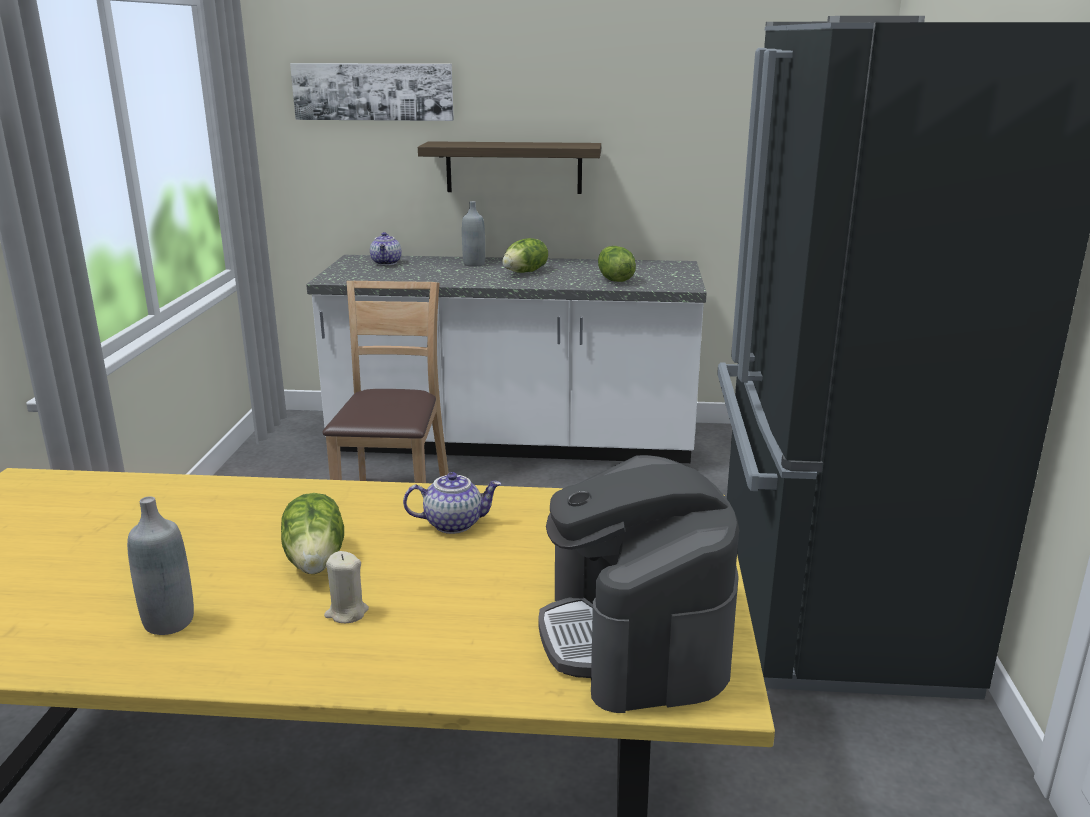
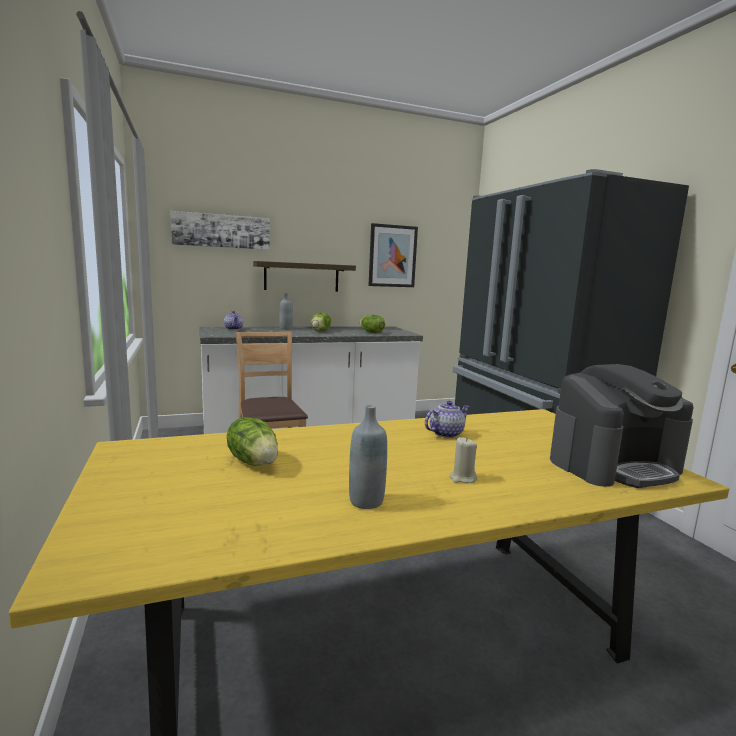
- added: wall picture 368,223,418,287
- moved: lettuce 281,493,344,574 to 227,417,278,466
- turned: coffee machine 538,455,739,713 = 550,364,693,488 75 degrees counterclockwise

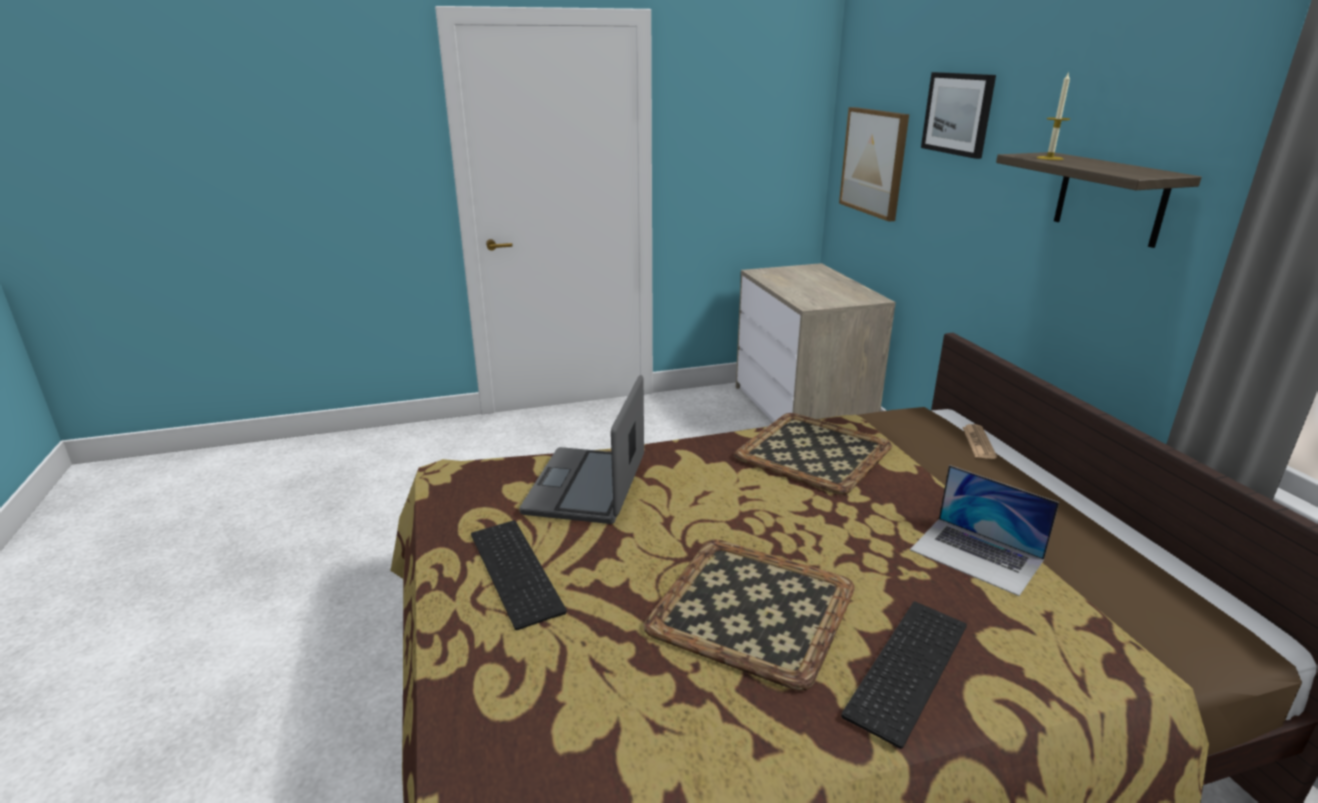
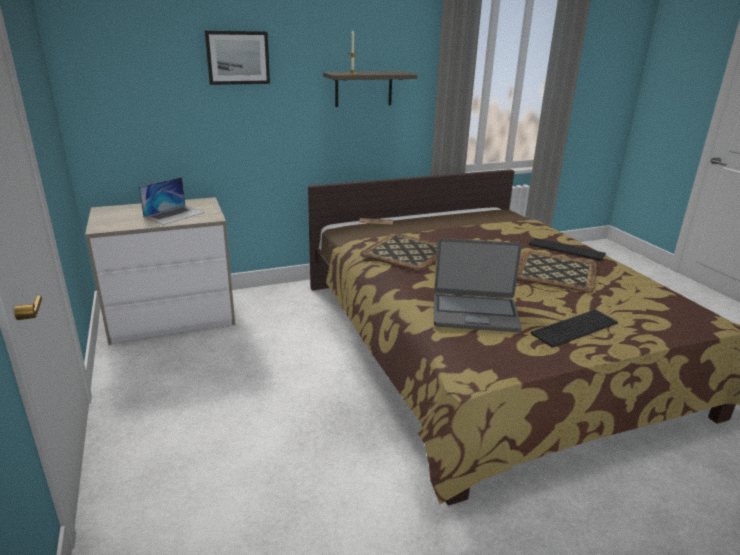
- removed: wall picture 839,107,909,222
- moved: portable computer 910,465,1059,596 to 139,177,205,225

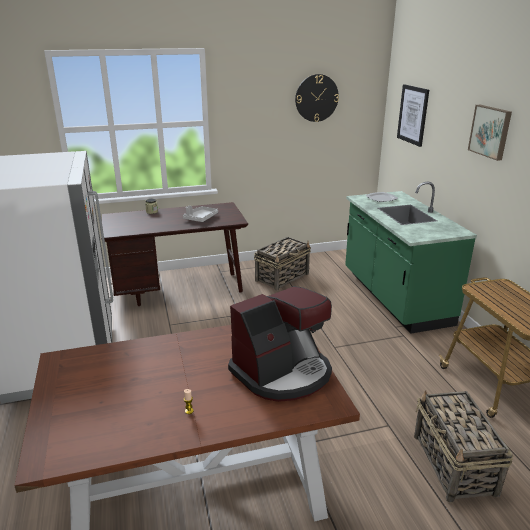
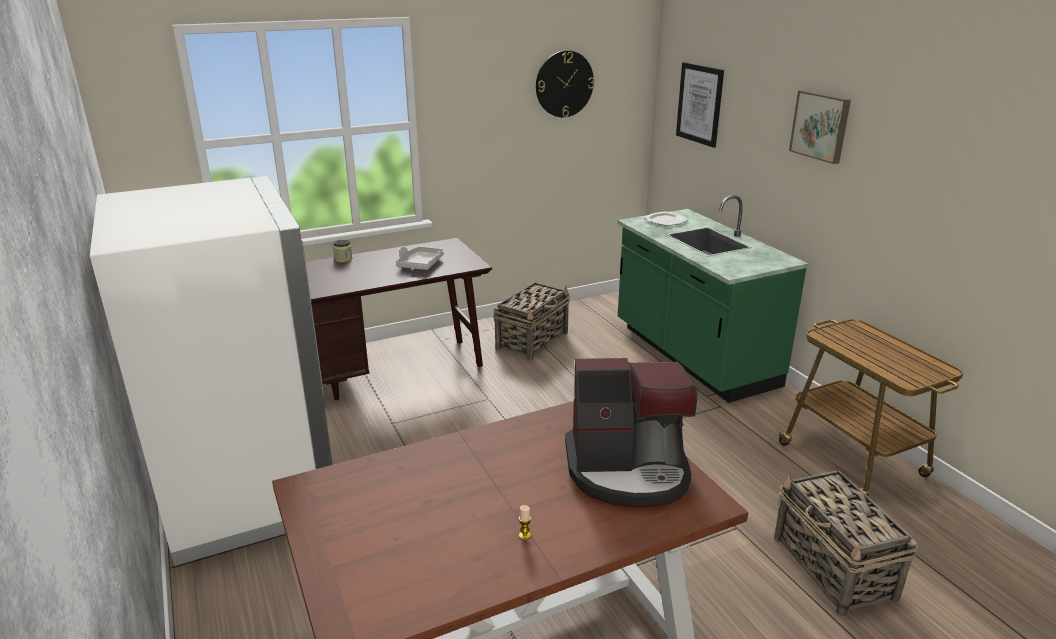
- turned: coffee machine 228,286,332,402 = 565,358,697,508 45 degrees clockwise

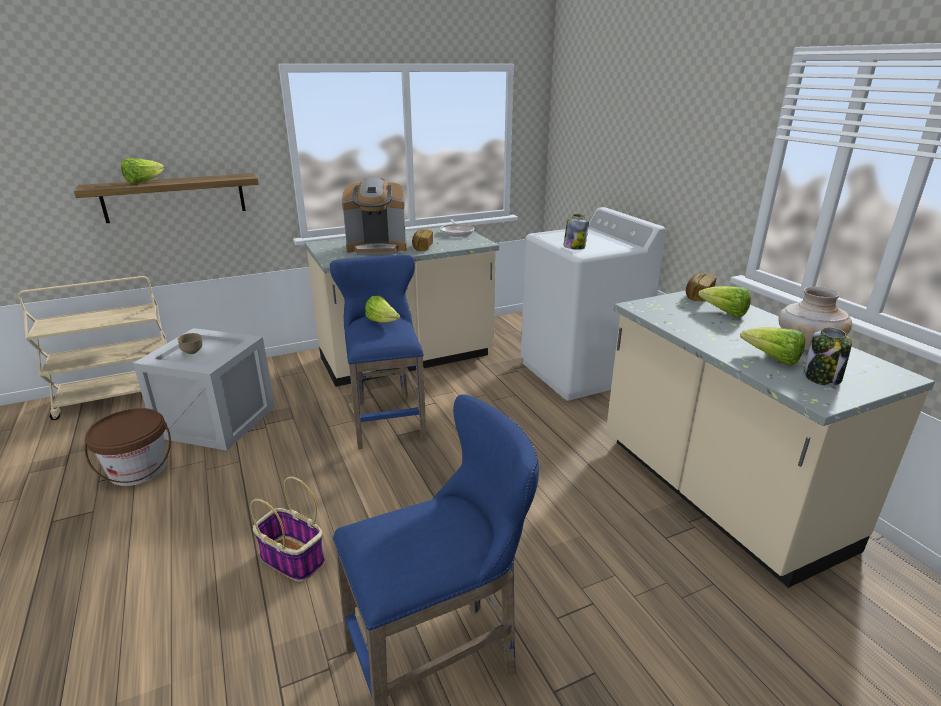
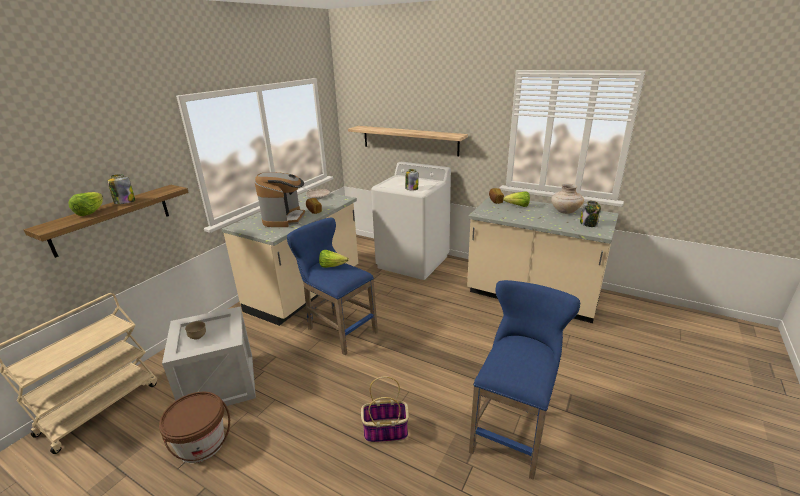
- removed: lettuce 740,327,805,366
- added: preserve jar 108,174,135,204
- added: wall shelf 348,126,468,156
- turned: coffee machine 342,178,407,255 = 255,172,305,227 45 degrees counterclockwise

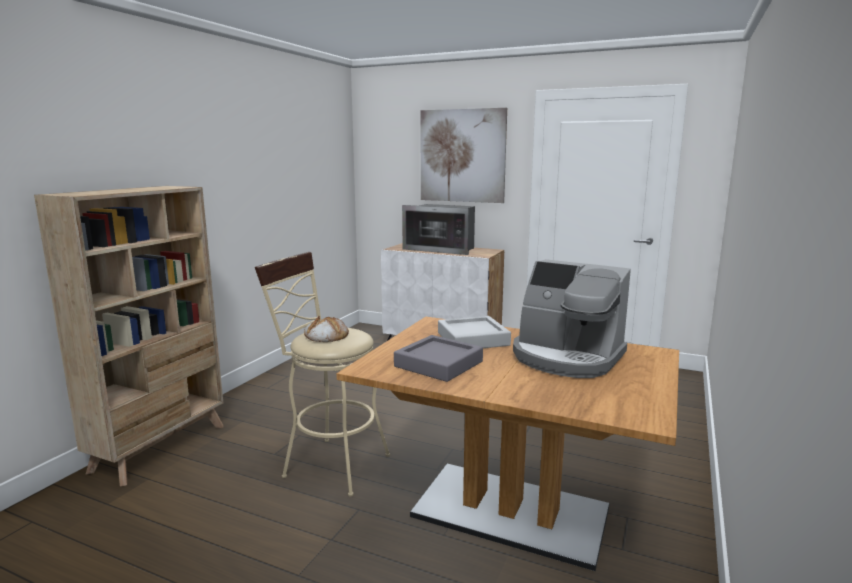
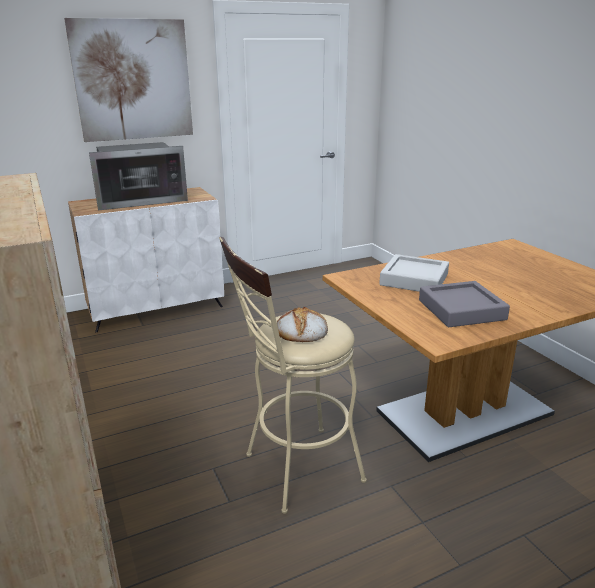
- removed: coffee machine 513,259,631,378

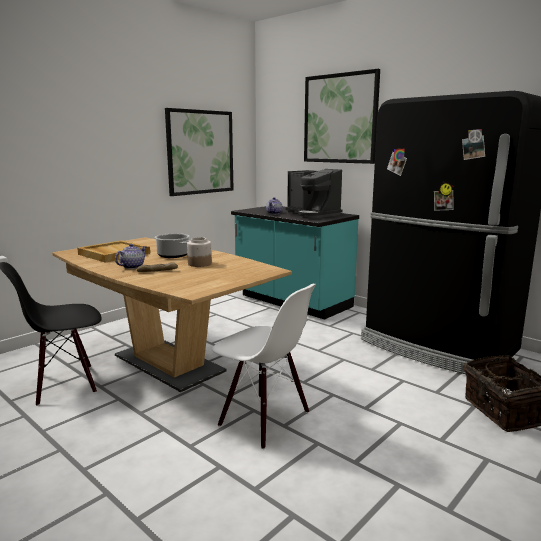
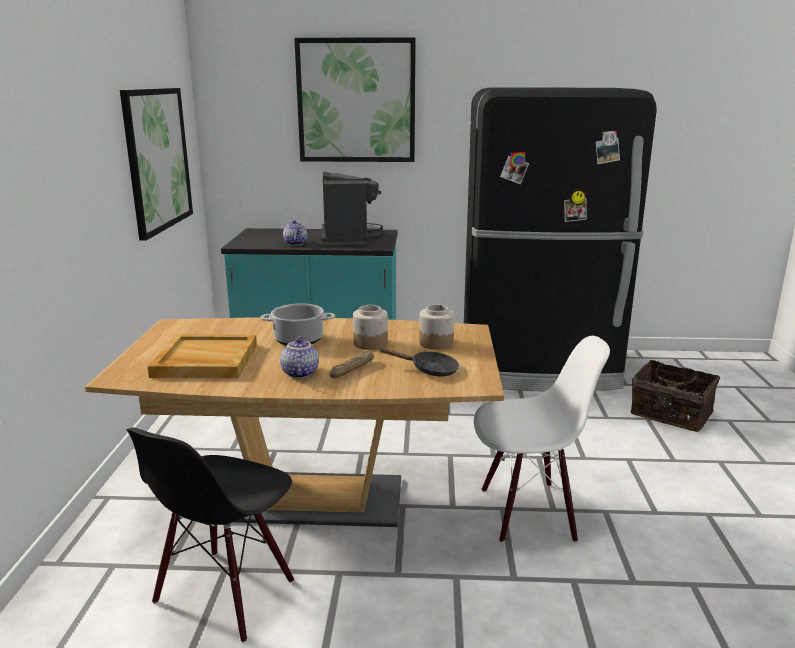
- added: pan/blackish 379,348,459,377
- added: preserve jar 419,305,454,350
- turned: coffee machine 286,169,343,218 = 321,171,383,245 105 degrees counterclockwise

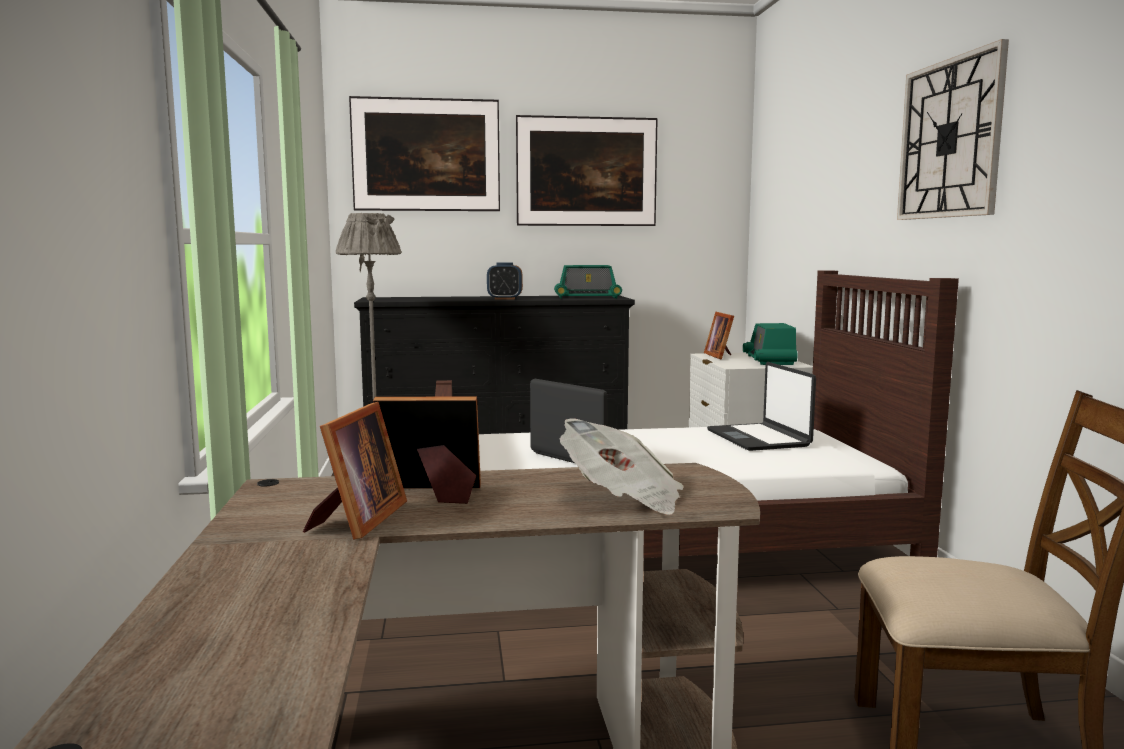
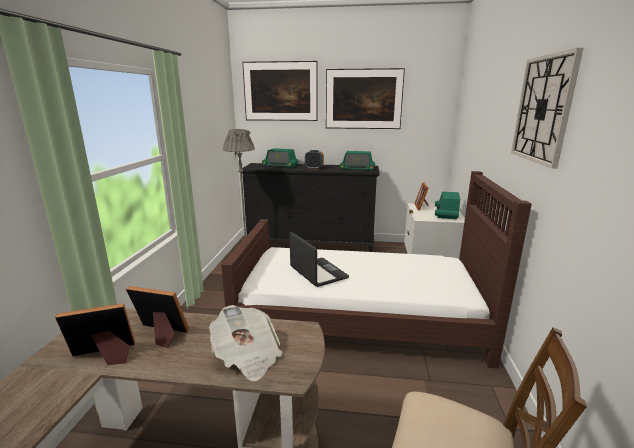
- removed: portable computer 707,362,816,451
- added: radio 262,148,299,168
- turned: picture frame 303,402,407,539 = 55,303,135,365 135 degrees counterclockwise

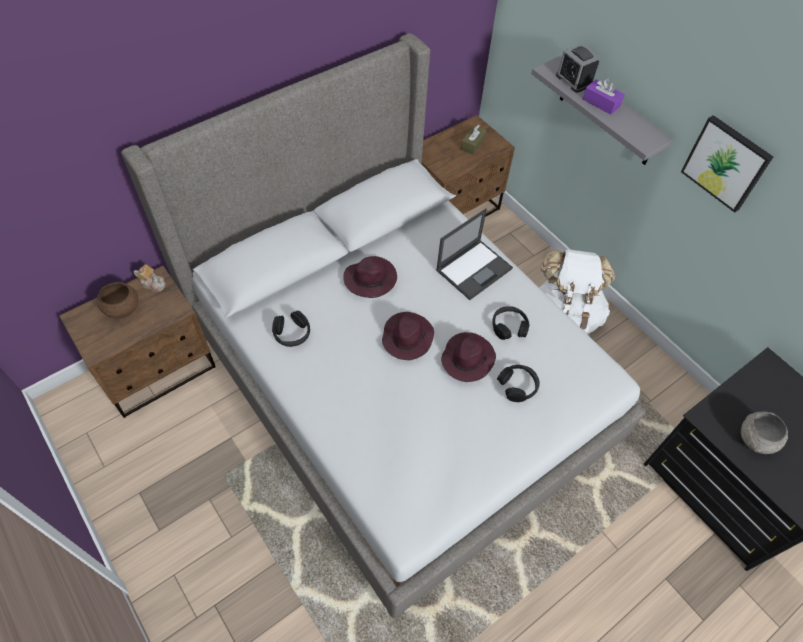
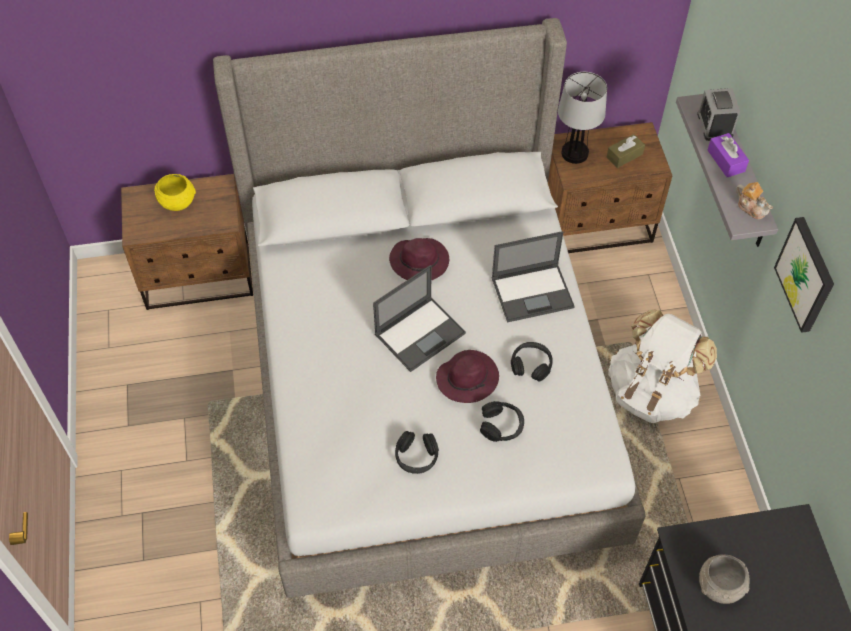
- added: tabletop lamp 558,72,607,164
- moved: teapot 134,264,166,292 to 736,182,773,219
- moved: headphones/blackish 272,311,310,347 to 395,431,439,474
- replaced: wearable hat/purple-coloured 382,312,434,360 to portable computer 373,265,466,372
- recoloured: bowl/brownish 96,282,138,318 to bowl/yellow 154,174,196,211

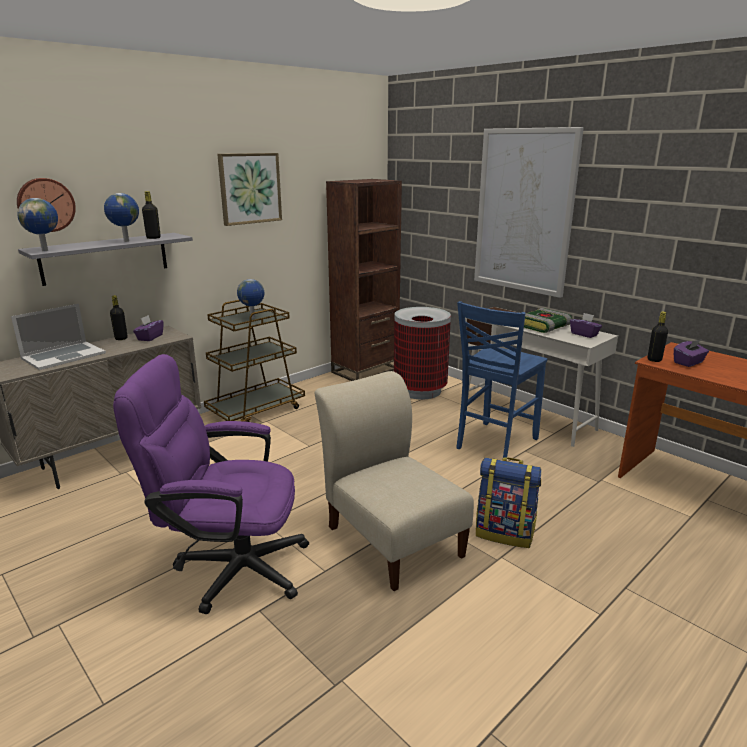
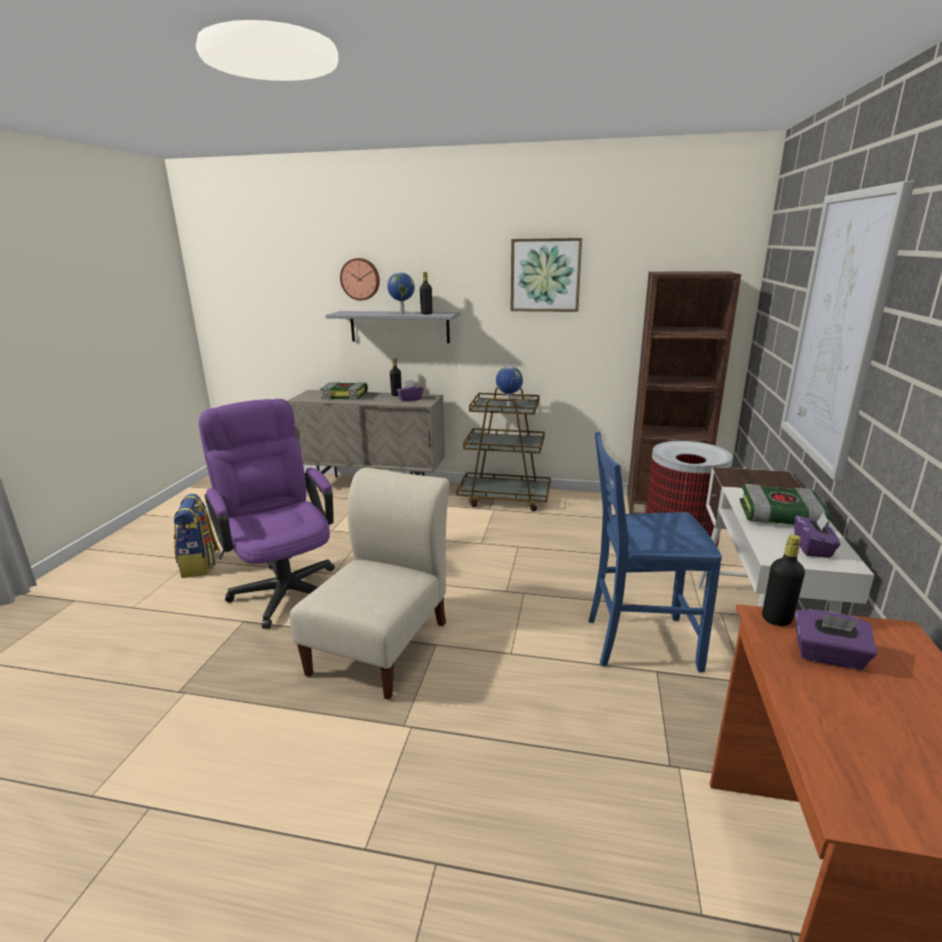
- removed: desk globe 17,198,58,251
- moved: backpack 476,457,541,548 to 174,494,220,578
- replaced: portable computer 11,304,106,370 to book 320,382,368,400

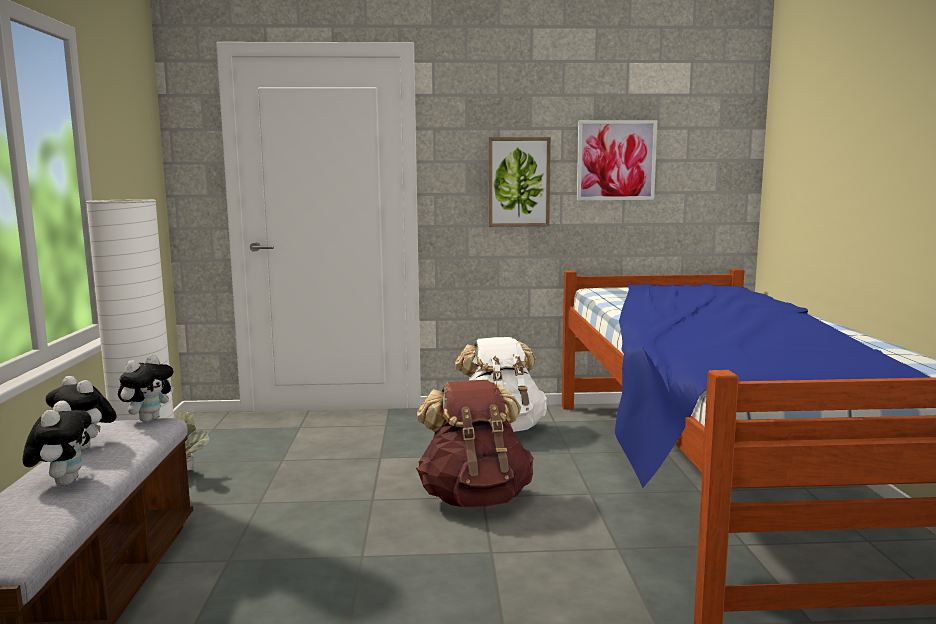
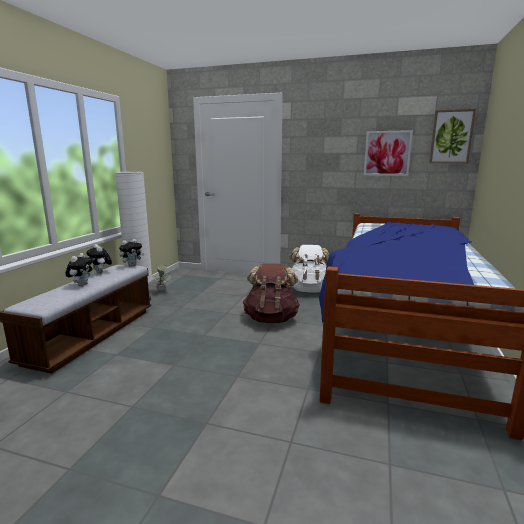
- moved: wall picture 488,137,551,227 to 429,109,476,163

